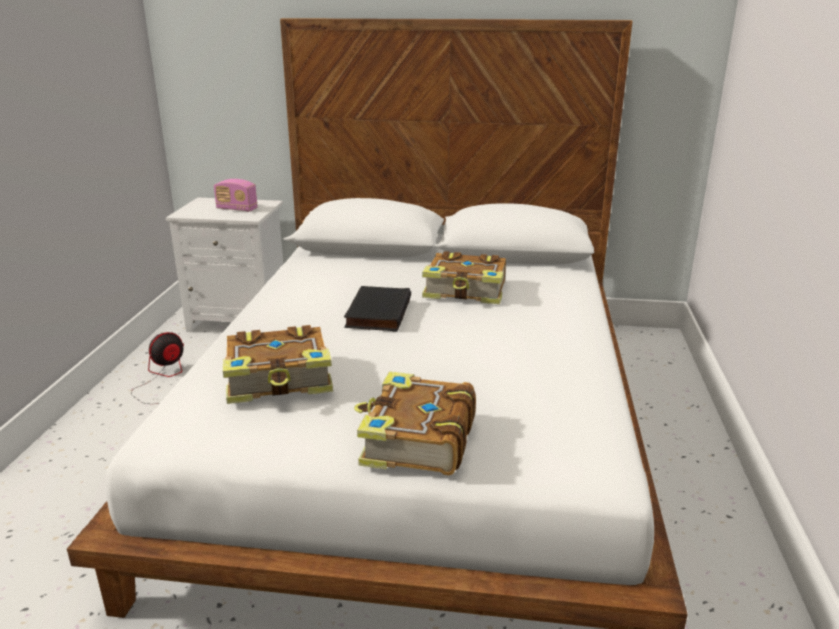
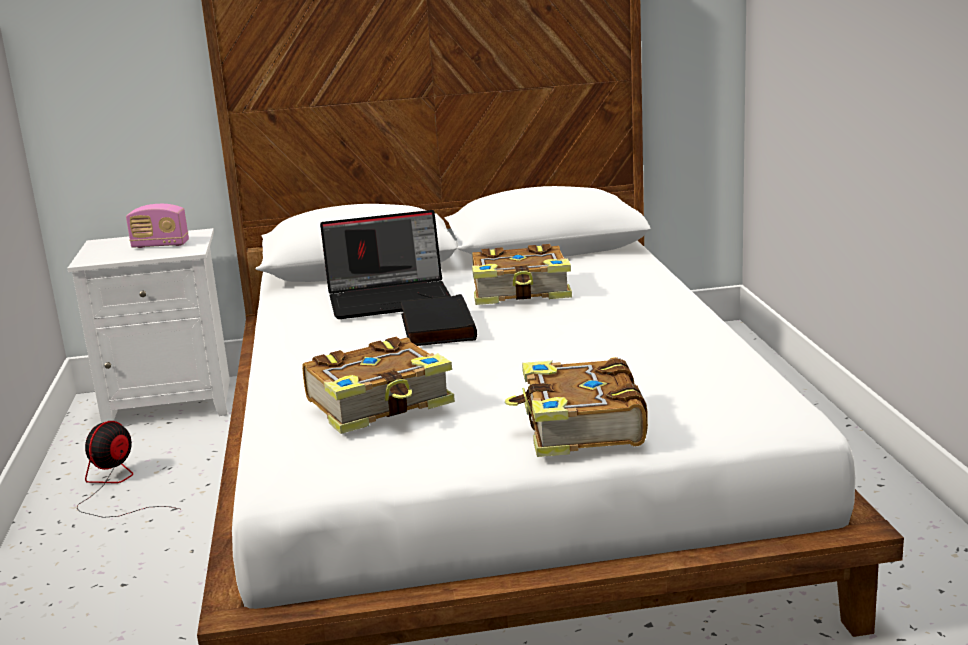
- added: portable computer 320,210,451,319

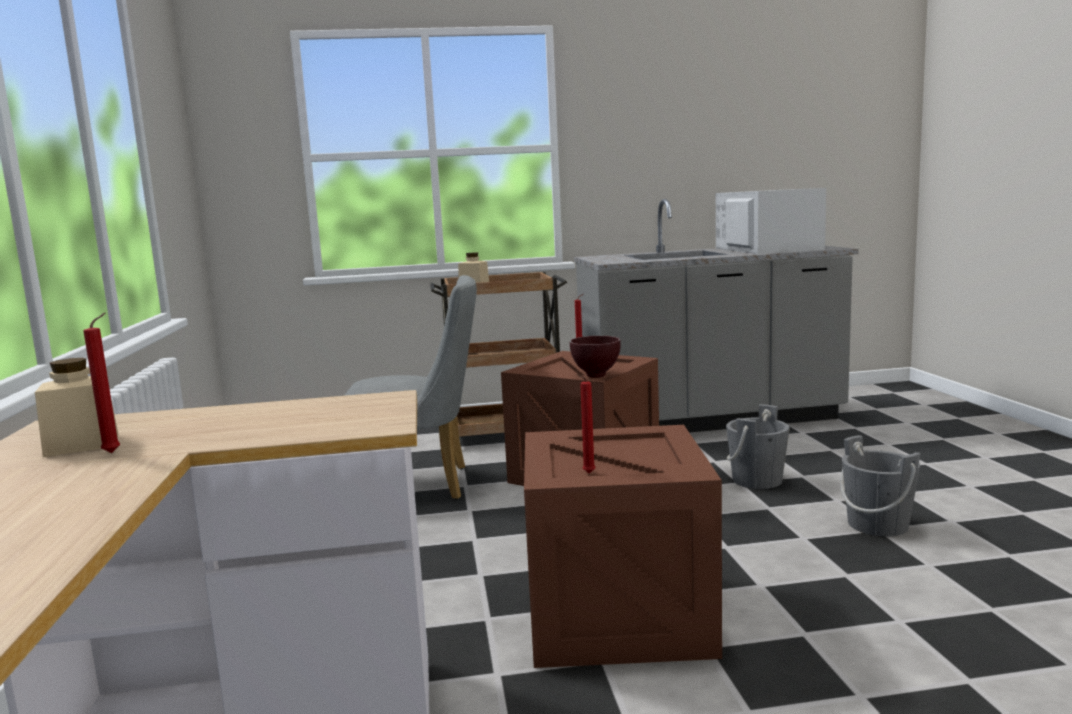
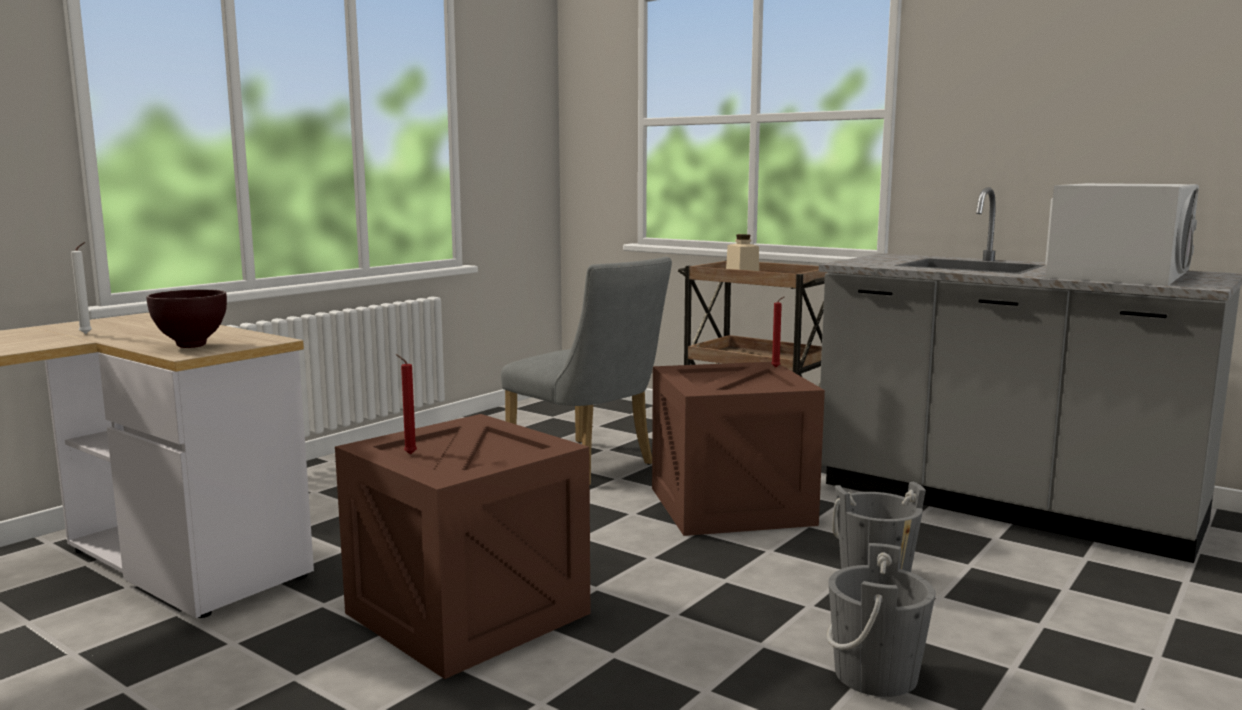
- removed: preserve jar/beige 35,358,119,457
- moved: bowl/brownish 570,336,621,378 to 146,289,227,348
- recoloured: candle/red-coloured 84,313,120,453 to candle/white 71,242,92,334

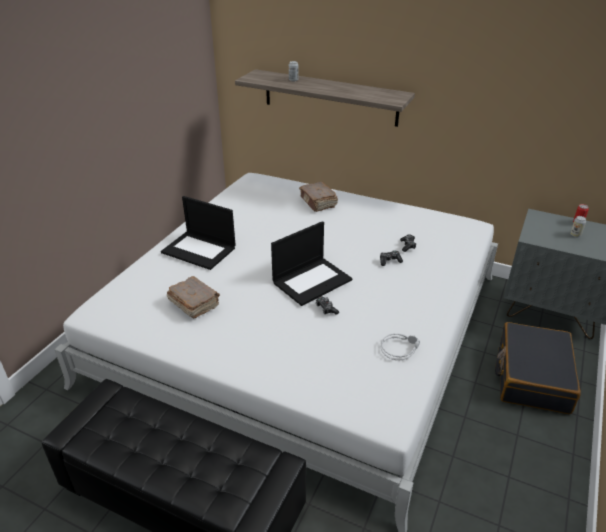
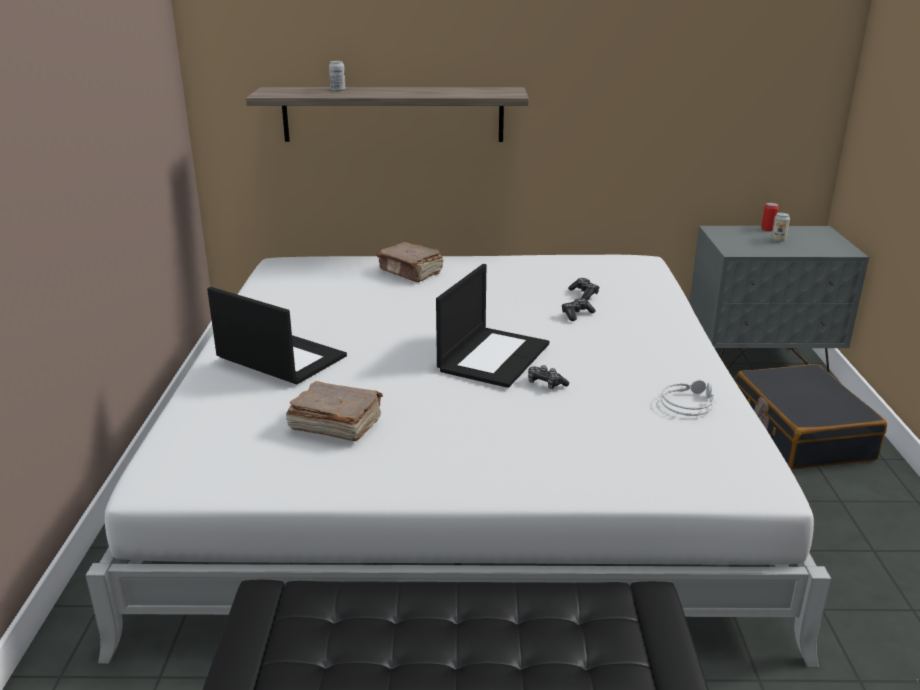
- turned: portable computer 161,196,236,270 = 207,287,347,385 150 degrees counterclockwise

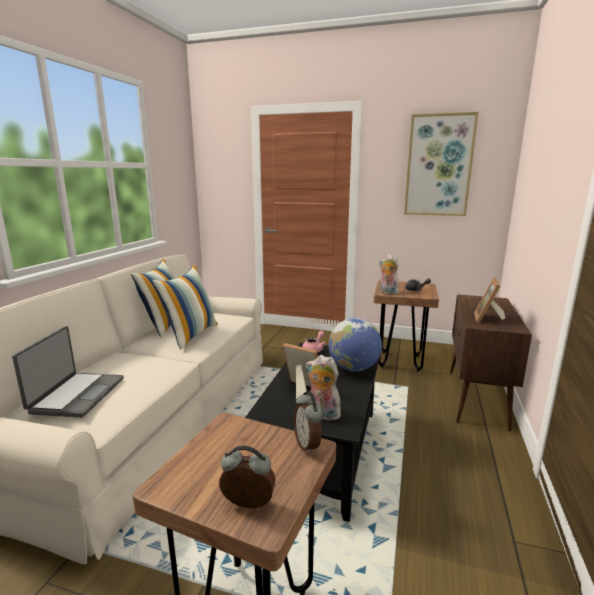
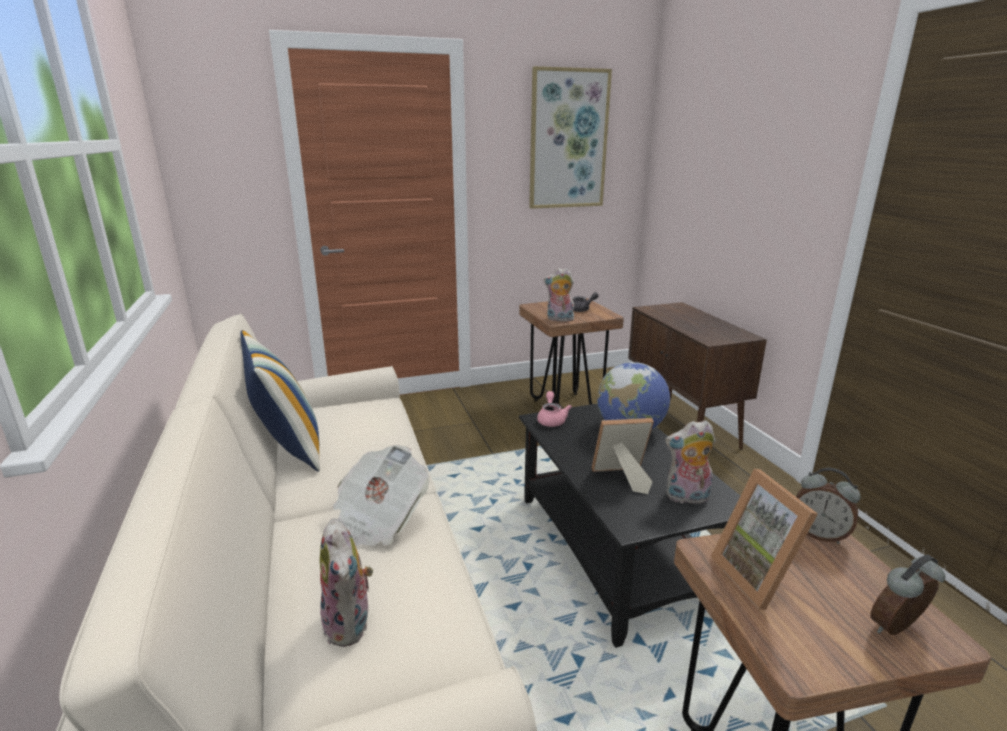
- removed: cushion 152,265,218,350
- added: printed paper 332,445,429,546
- moved: picture frame 474,278,505,323 to 710,469,818,610
- replaced: portable computer 12,326,124,418 to plush toy 320,518,373,647

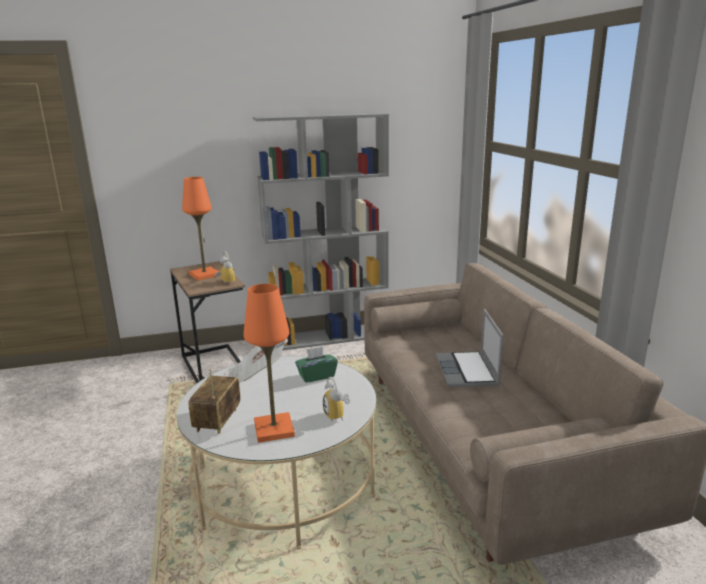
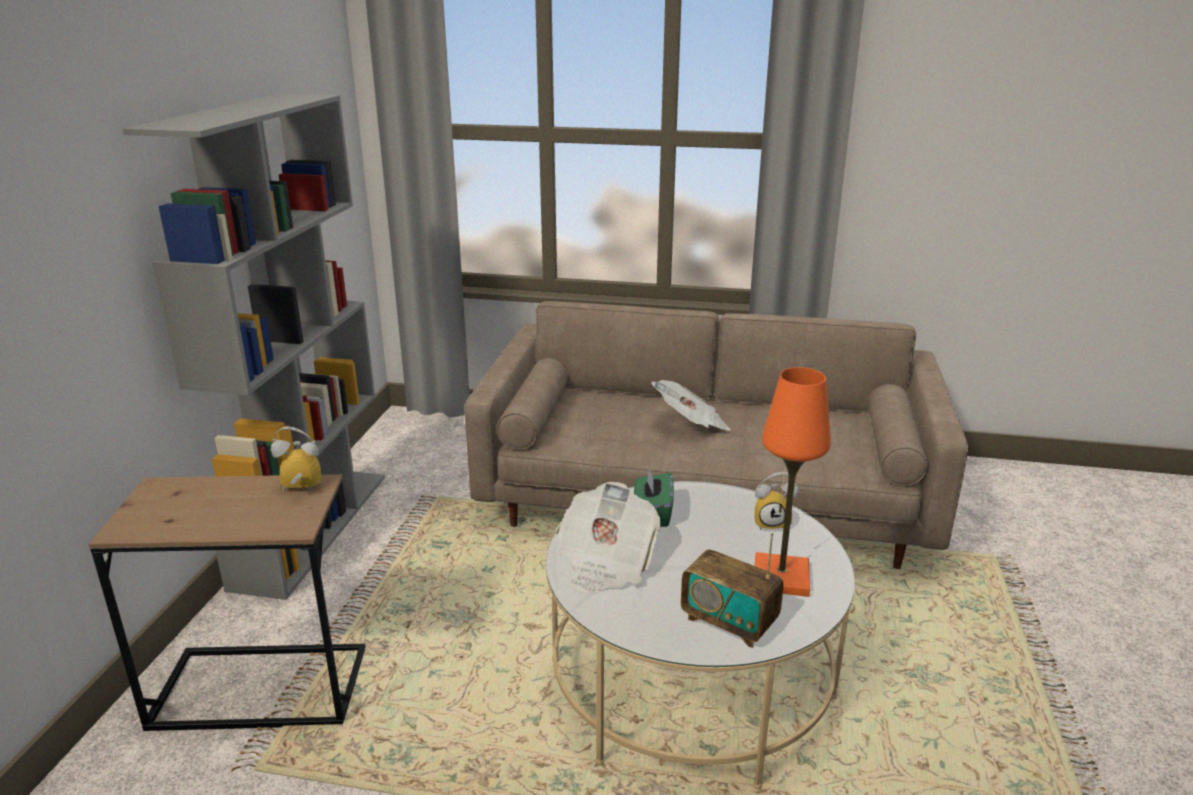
- removed: tabletop lamp/orange-coloured 182,177,220,281
- replaced: portable computer 436,309,504,387 to printed paper 651,380,731,431

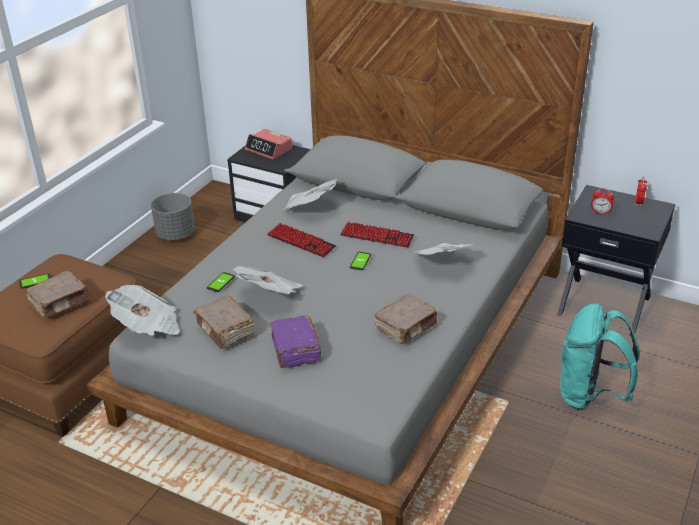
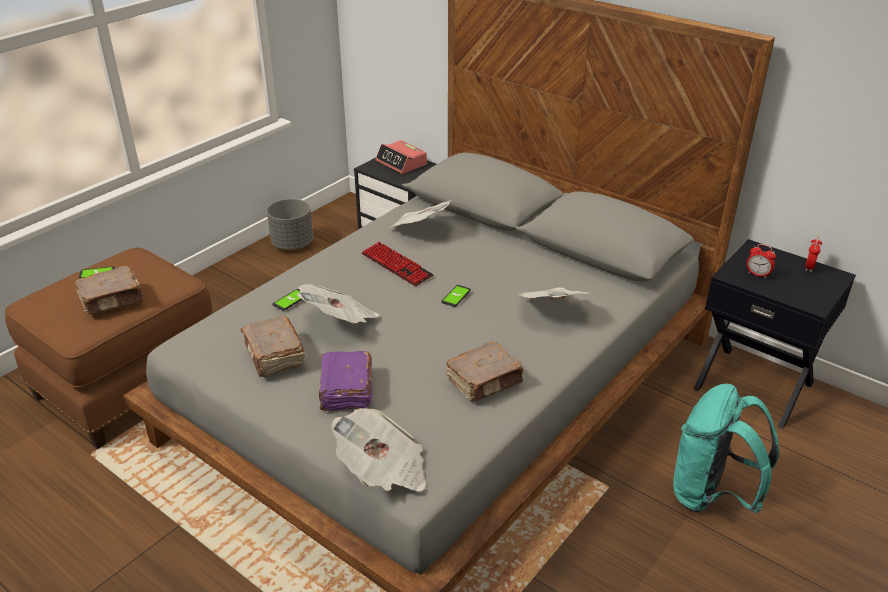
- removed: keyboard 340,222,414,247
- moved: printed paper 105,285,180,336 to 331,408,426,491

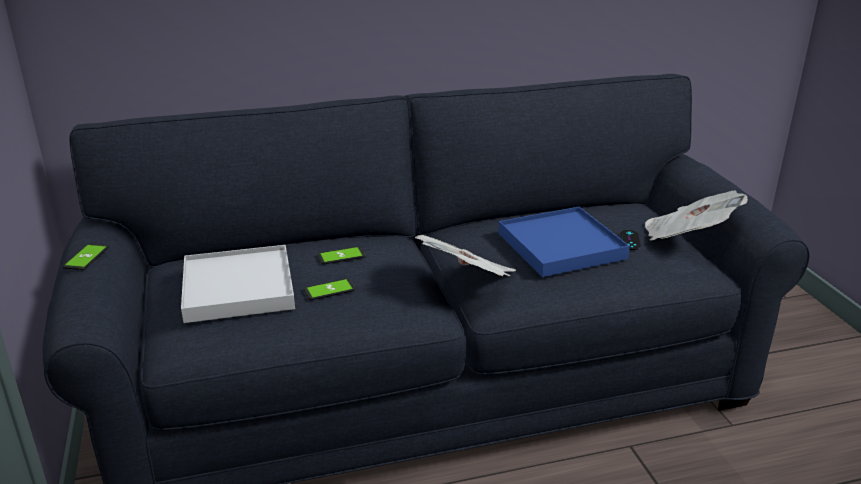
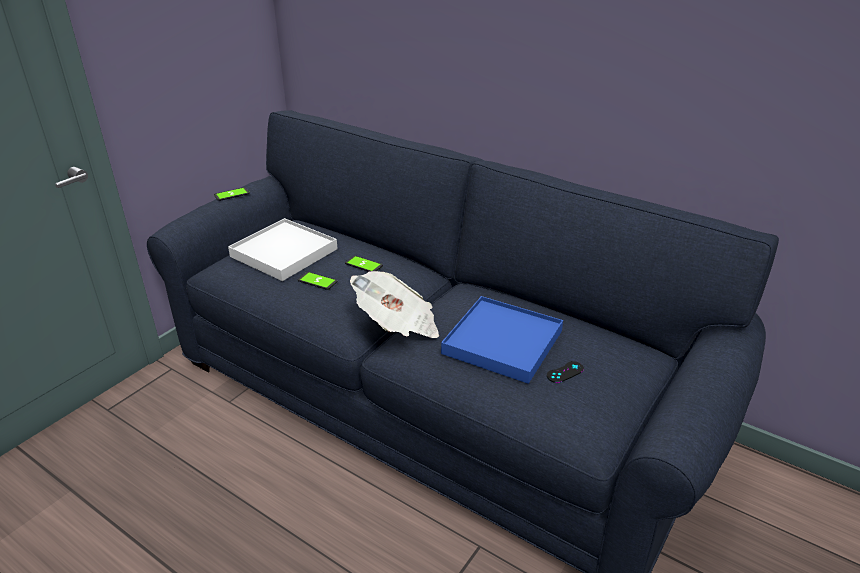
- removed: printed paper 645,190,748,241

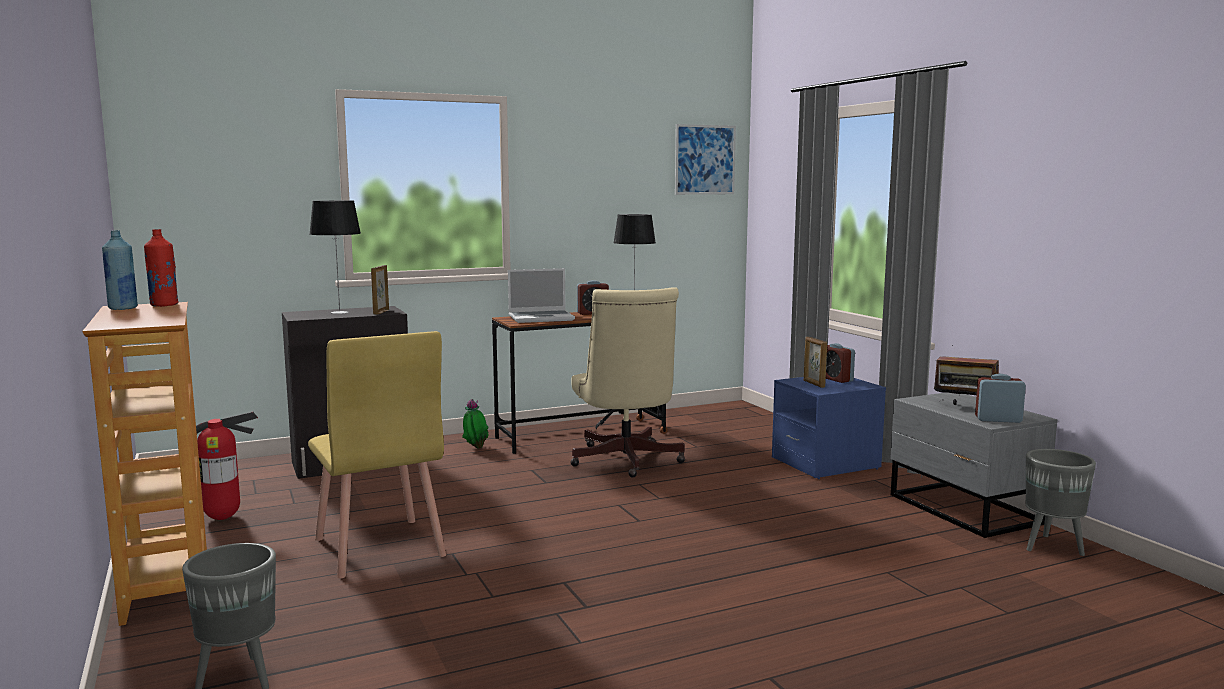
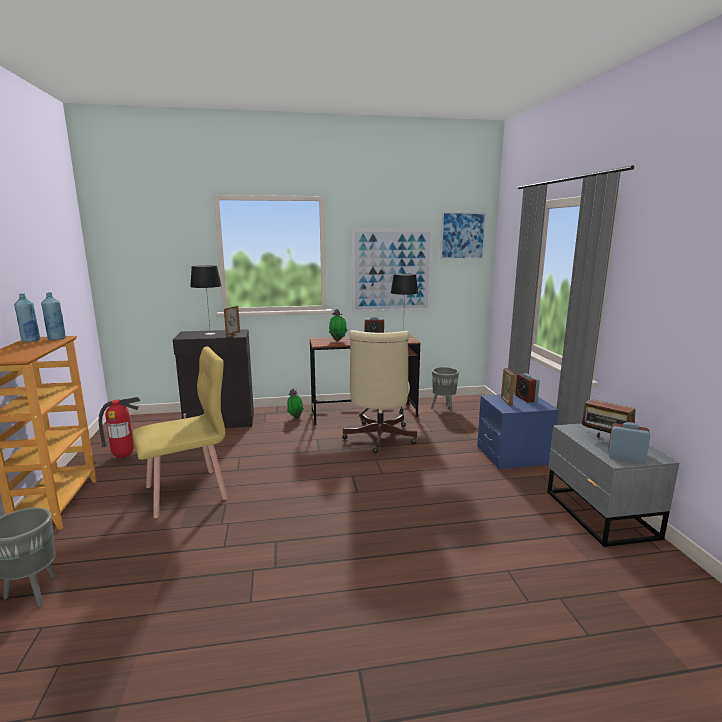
- added: wall picture 352,229,433,313
- moved: planter/gray 1025,449,1096,556 to 431,367,459,413
- replaced: portable computer 508,268,575,323 to houseplant 329,309,347,341
- recoloured: beverage bottle/red-coloured 144,229,178,307 to beverage bottle/blue-coloured 41,292,66,340
- turned: upright chair/yellow 308,331,446,578 = 132,346,228,518 105 degrees counterclockwise

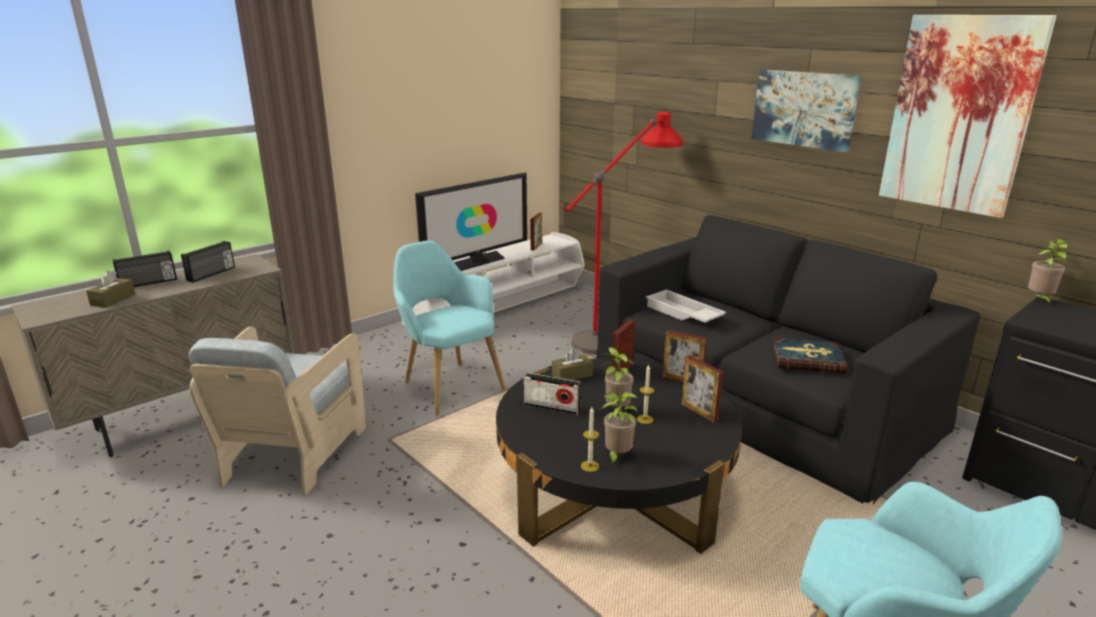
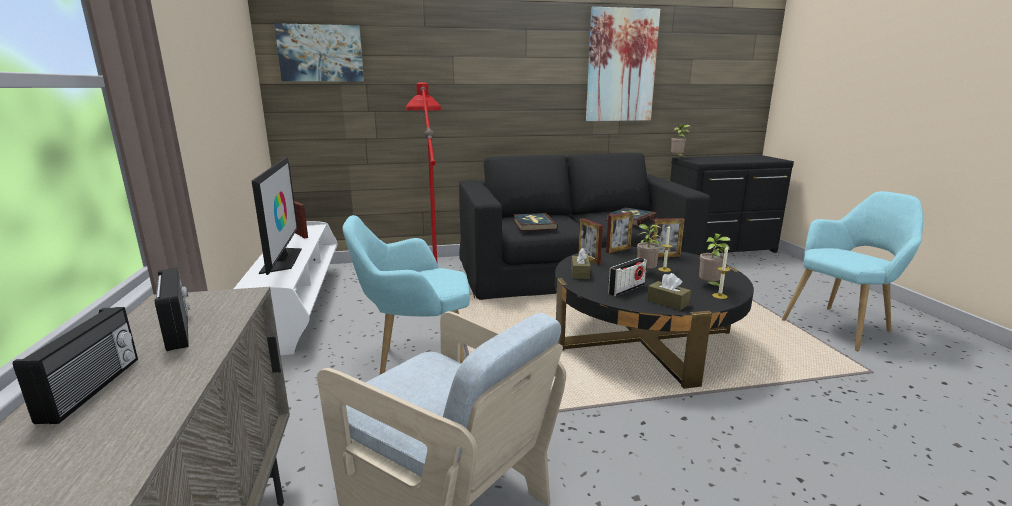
- moved: tissue holder/brownish 86,270,135,308 to 647,273,691,310
- moved: wall picture 752,70,861,153 to 274,23,364,81
- replaced: carrying tray/white 645,290,726,323 to book 513,213,558,231

